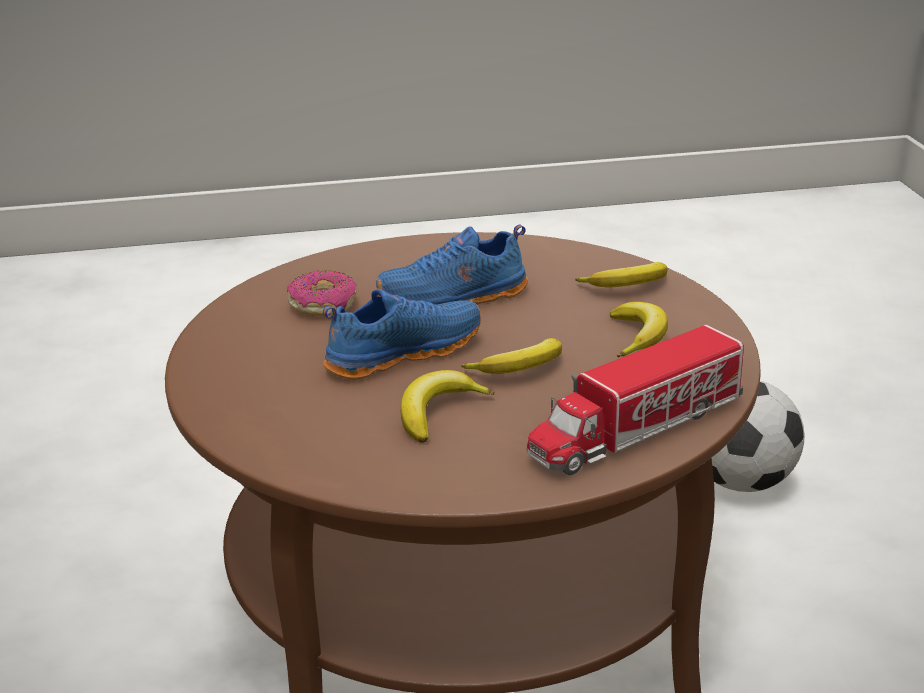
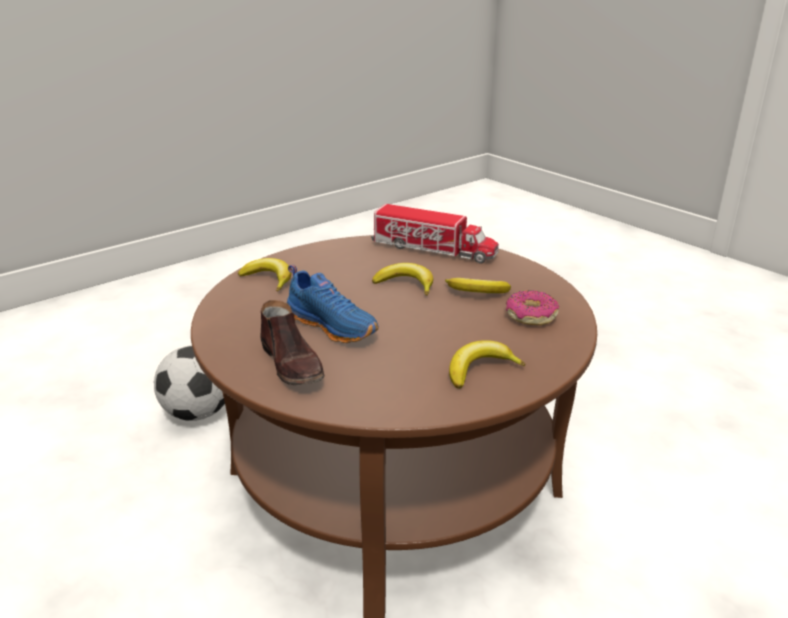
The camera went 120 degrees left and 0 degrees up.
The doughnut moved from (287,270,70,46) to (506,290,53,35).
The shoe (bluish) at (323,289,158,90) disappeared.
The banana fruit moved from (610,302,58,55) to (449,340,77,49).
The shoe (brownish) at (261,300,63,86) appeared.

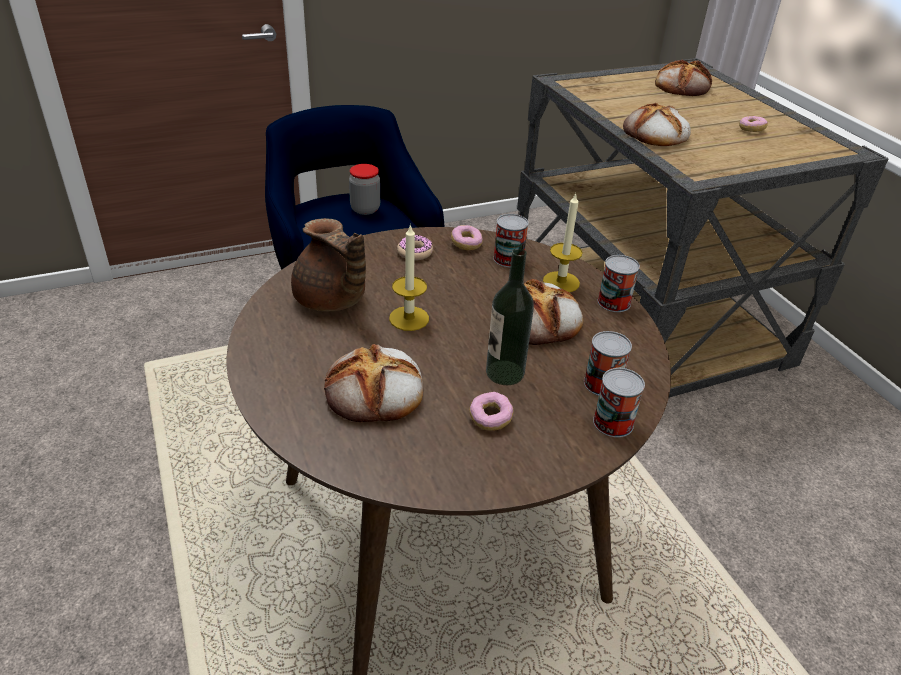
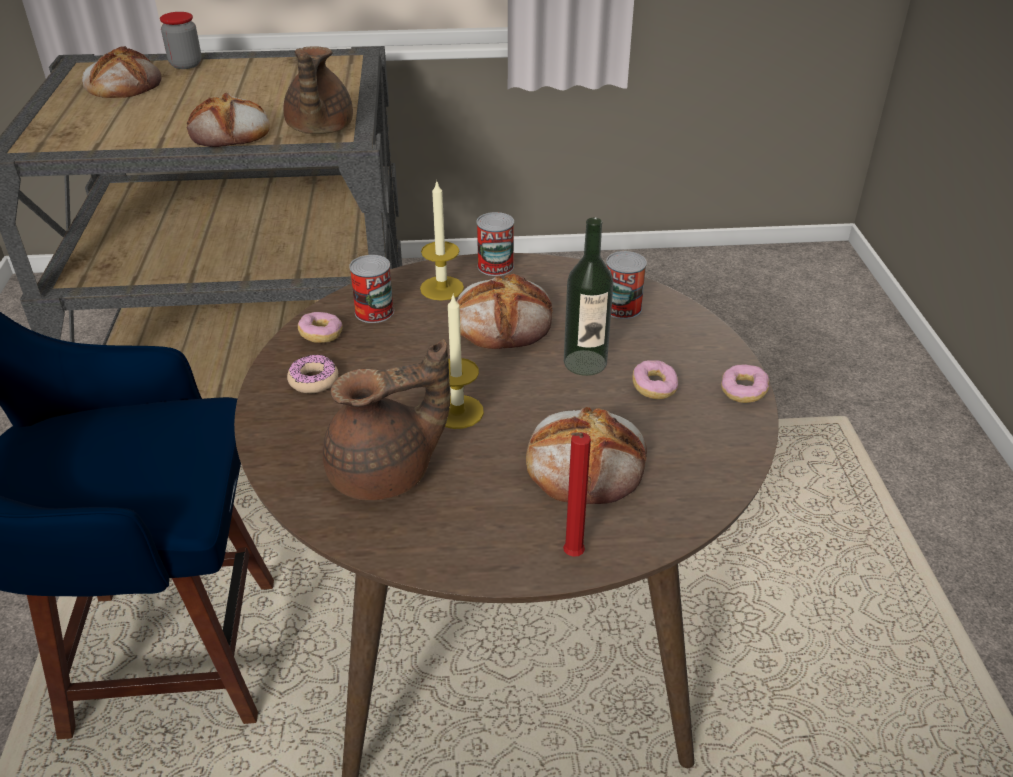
The camera went 70 degrees left and 0 degrees up.
The doughnut moved from (739,116,29,16) to (721,364,48,39).
The preserve jar moved from (349,164,31,51) to (160,12,42,57).
The metal can at (593,368,52,70) disappeared.
The tea pot (brownish) at (283,46,70,88) appeared.
The wax candle (red) at (563,432,28,125) appeared.

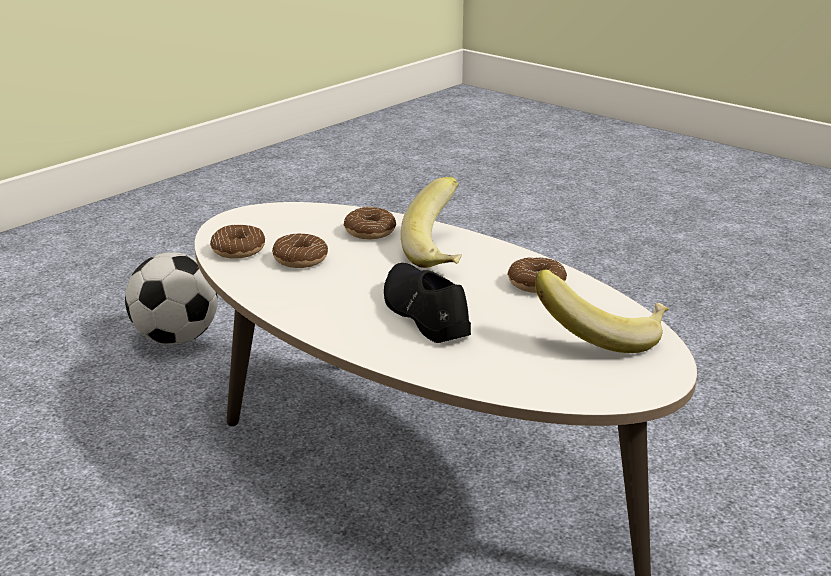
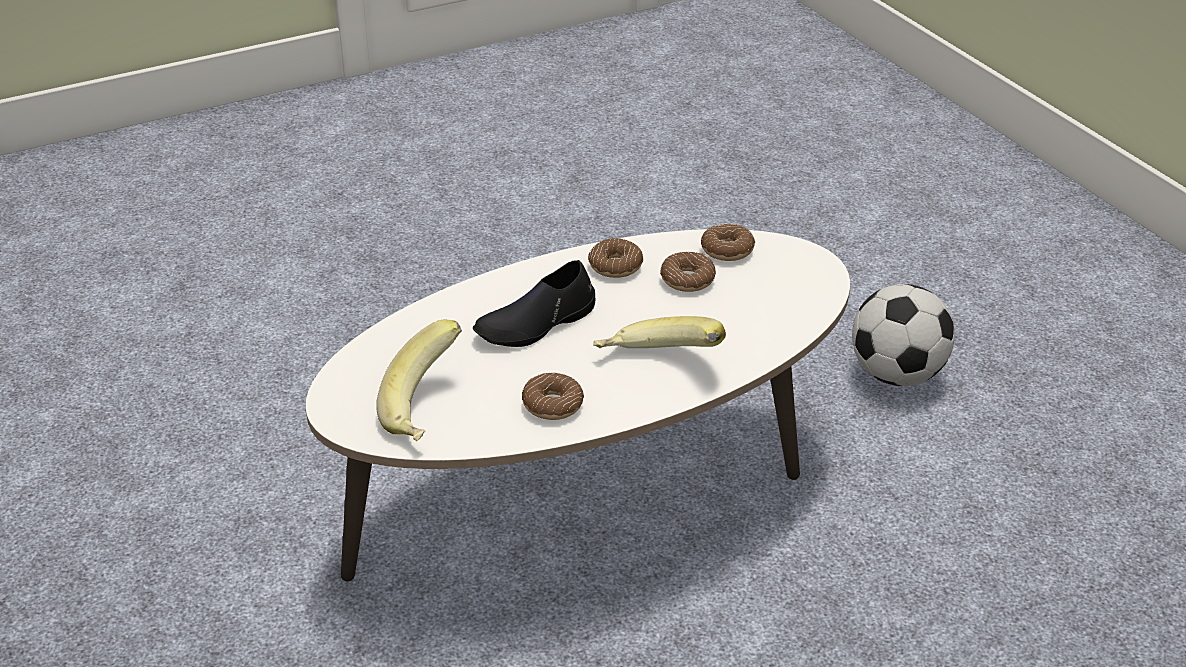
The camera went 110 degrees right and 10 degrees up.
The doughnut moved from (344,207,52,32) to (588,238,55,40).
The shoe (black-coloured) at (384,263,87,80) turned 150 degrees clockwise.

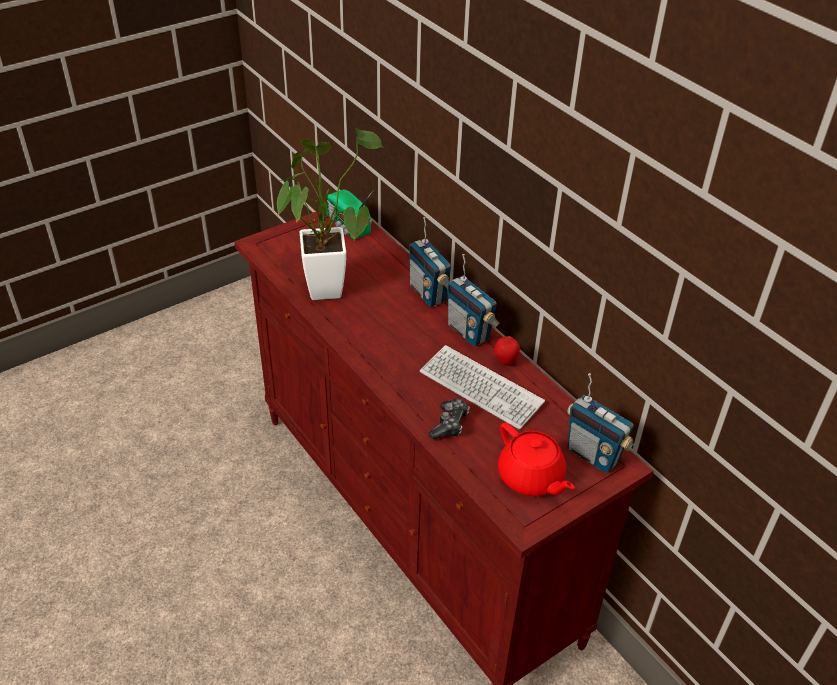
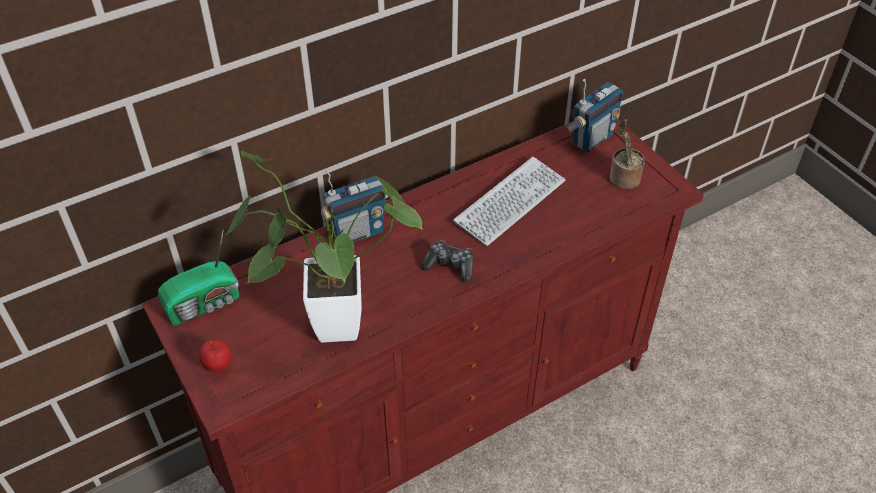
The camera went 85 degrees left and 5 degrees up.
The radio at (447,254,53,92) disappeared.
The apple fruit moved from (494,336,26,30) to (199,339,32,33).
The joypad moved from (429,398,41,41) to (421,240,52,42).
The tea pot (red) at (498,423,77,73) was replaced by the houseplant at (610,119,35,70).

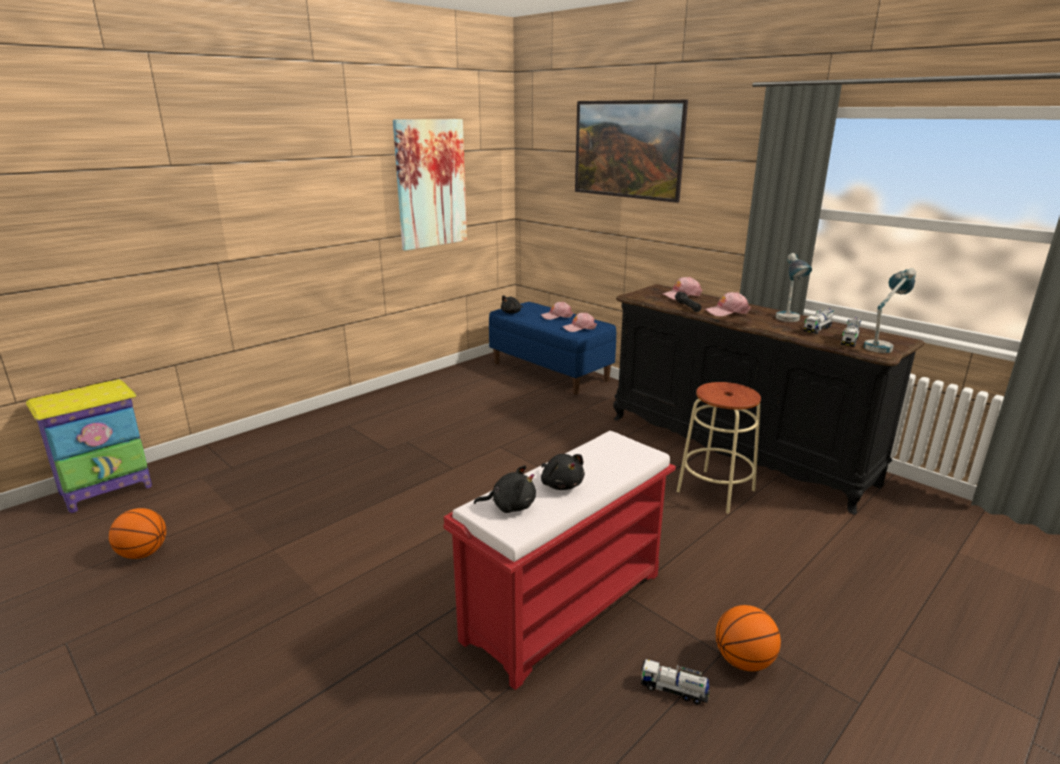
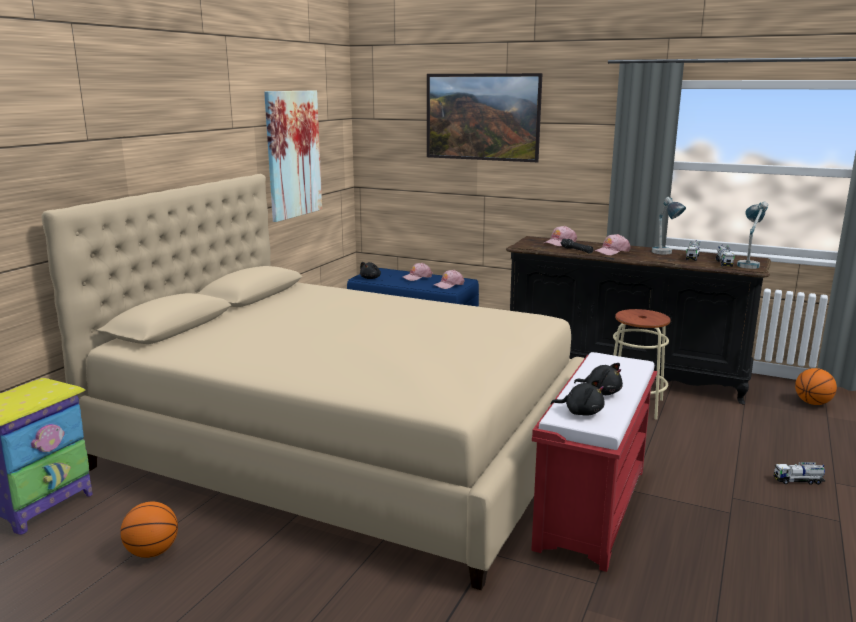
The camera went 20 degrees left and 5 degrees down.
The cuddly toy (black-coloured) at (474,465,62,48) turned 45 degrees clockwise.
The ball for basketball moved from (716,605,65,66) to (795,368,42,37).
The toy lorry moved from (641,659,69,46) to (774,462,52,23).
The bed (sand-coloured) at (42,174,543,416) appeared.

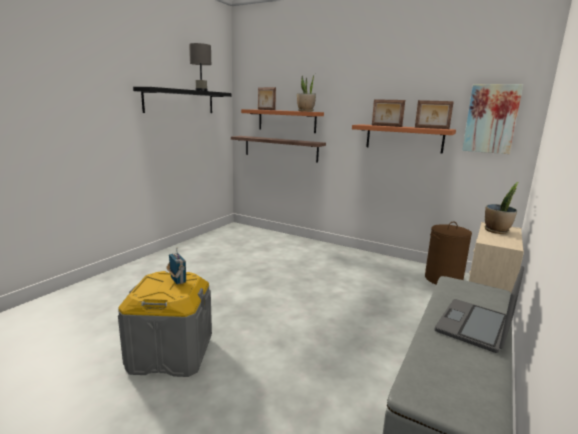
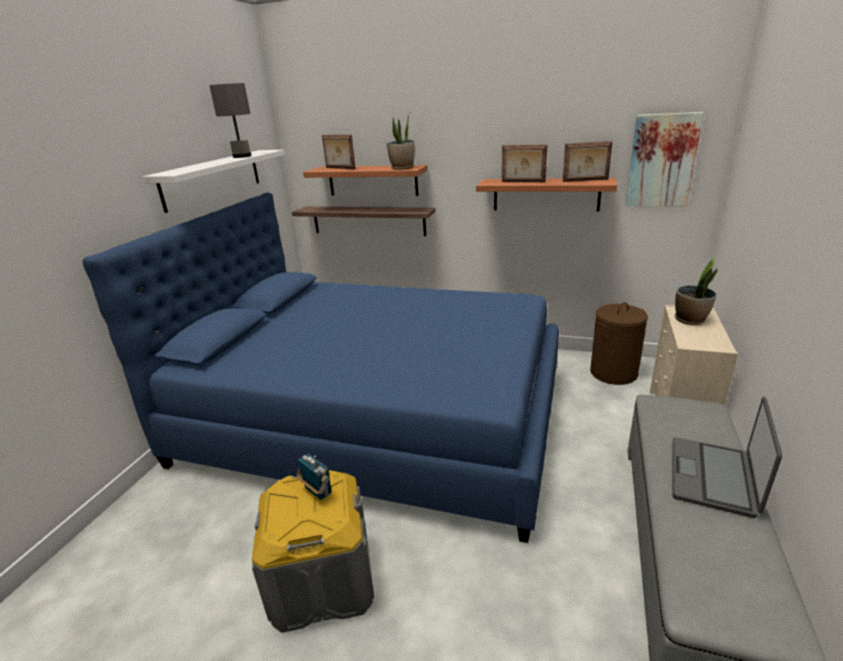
The camera went 10 degrees left and 10 degrees up.
The wall shelf (black-coloured) at (133,87,98,26) became the wall shelf (white-coloured) at (142,149,143,64).
The bed (bluish) at (82,193,477,350) appeared.

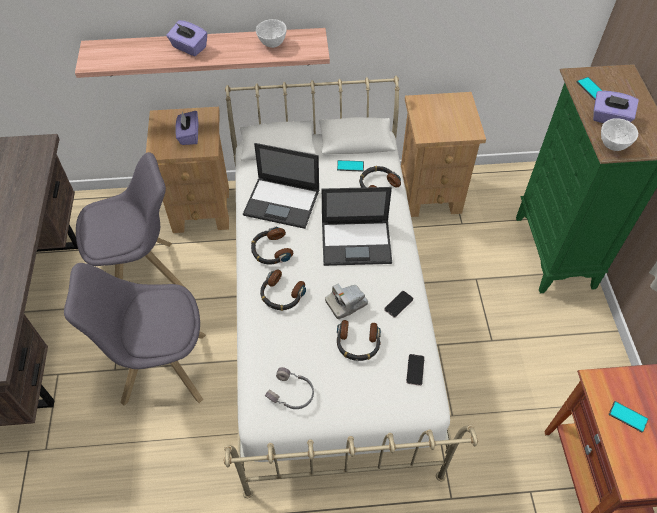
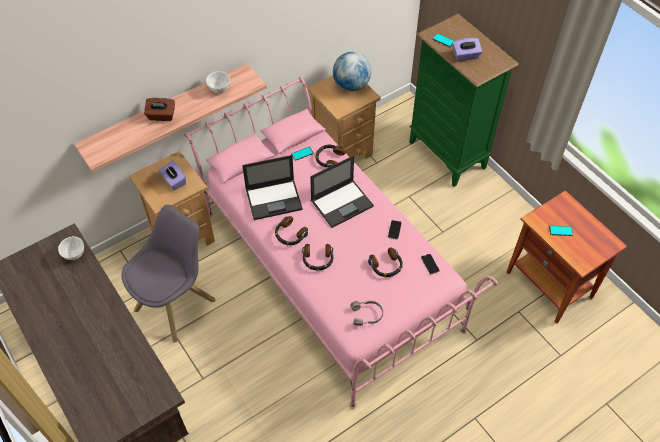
The camera went 30 degrees left and 0 degrees up.
The tissue holder (purplish) at (167,20,40,36) became the tissue holder (brownish) at (144,98,31,23).
The bed (white-coloured) at (224,75,255,423) became the bed (pink) at (184,77,314,332).
The serving bowl (white-coloured) moved from (601,118,37,33) to (58,236,26,24).
The upright chair (grey) at (64,263,142,143) disappeared.
The still camera at (325,283,43,36) disappeared.
The world globe at (333,52,38,39) appeared.

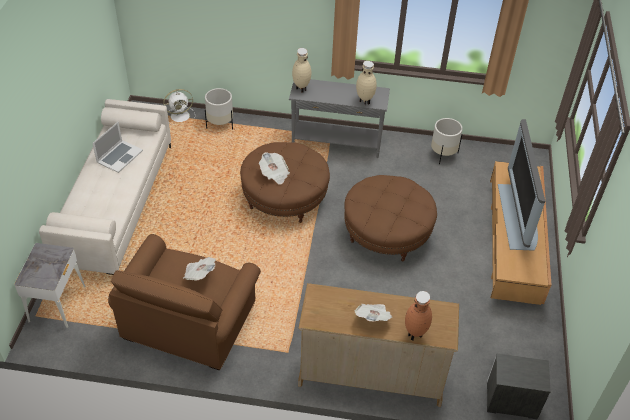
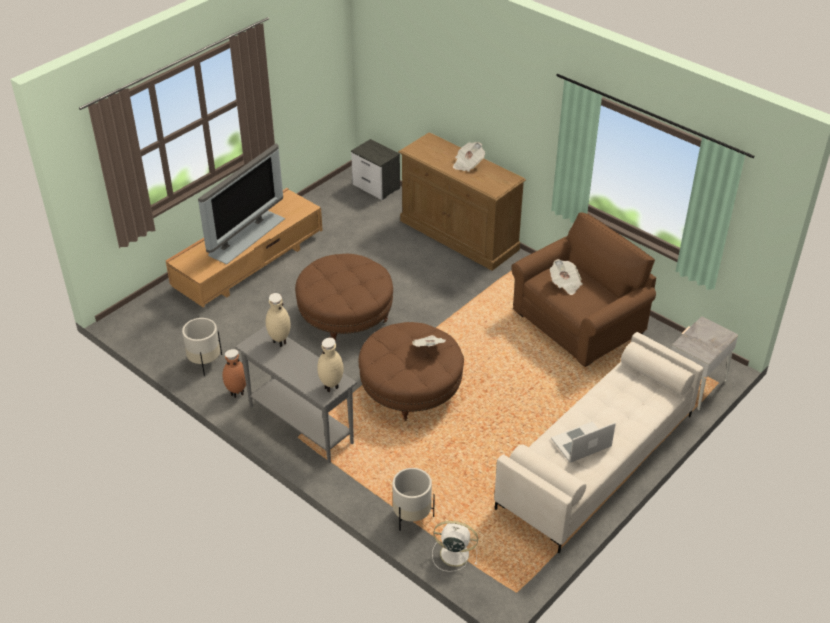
The camera went 145 degrees left and 5 degrees down.
The decorative vase (brownish) moved from (405,291,27,49) to (222,349,24,49).

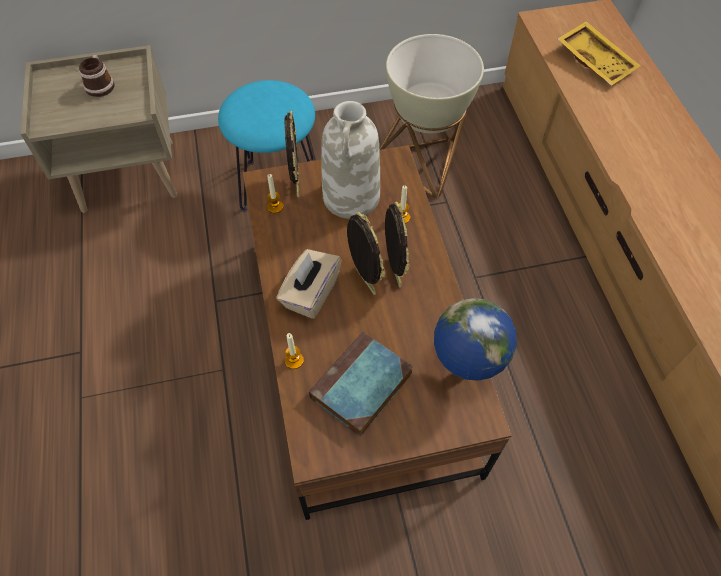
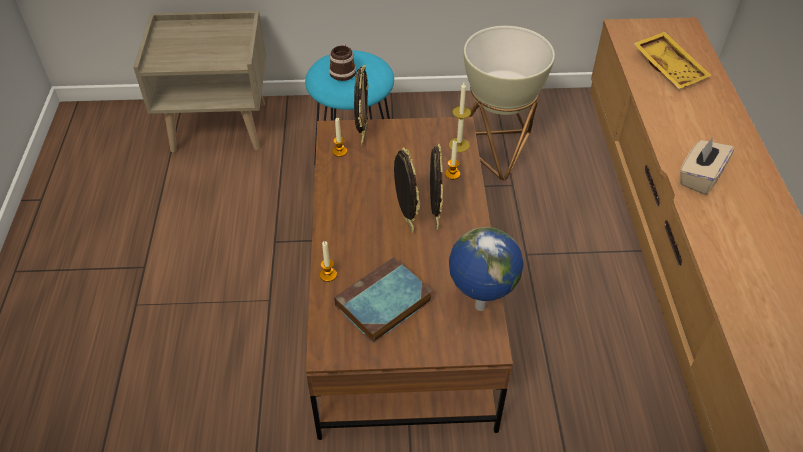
The camera went 10 degrees right and 10 degrees down.
The coffee mug moved from (79,55,36,42) to (329,44,27,37).
The decorative vase (white-coloured) at (322,101,58,118) disappeared.
The tissue holder (sand-coloured) moved from (276,249,66,70) to (680,137,54,58).
The wax candle at (449,83,22,69) appeared.

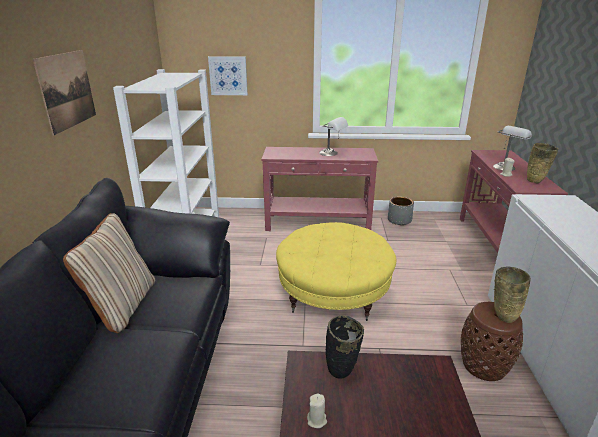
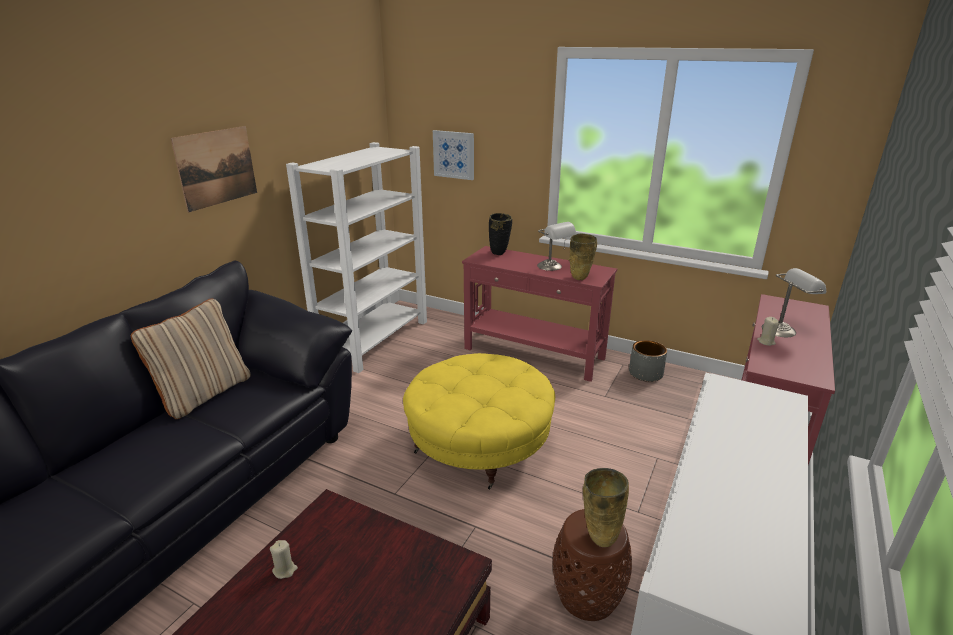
The camera went 25 degrees right and 0 degrees up.
The decorative vase (sand-coloured) moved from (527,143,31,40) to (569,234,28,46).
The decorative vase (black-coloured) moved from (326,315,38,64) to (489,213,23,42).

